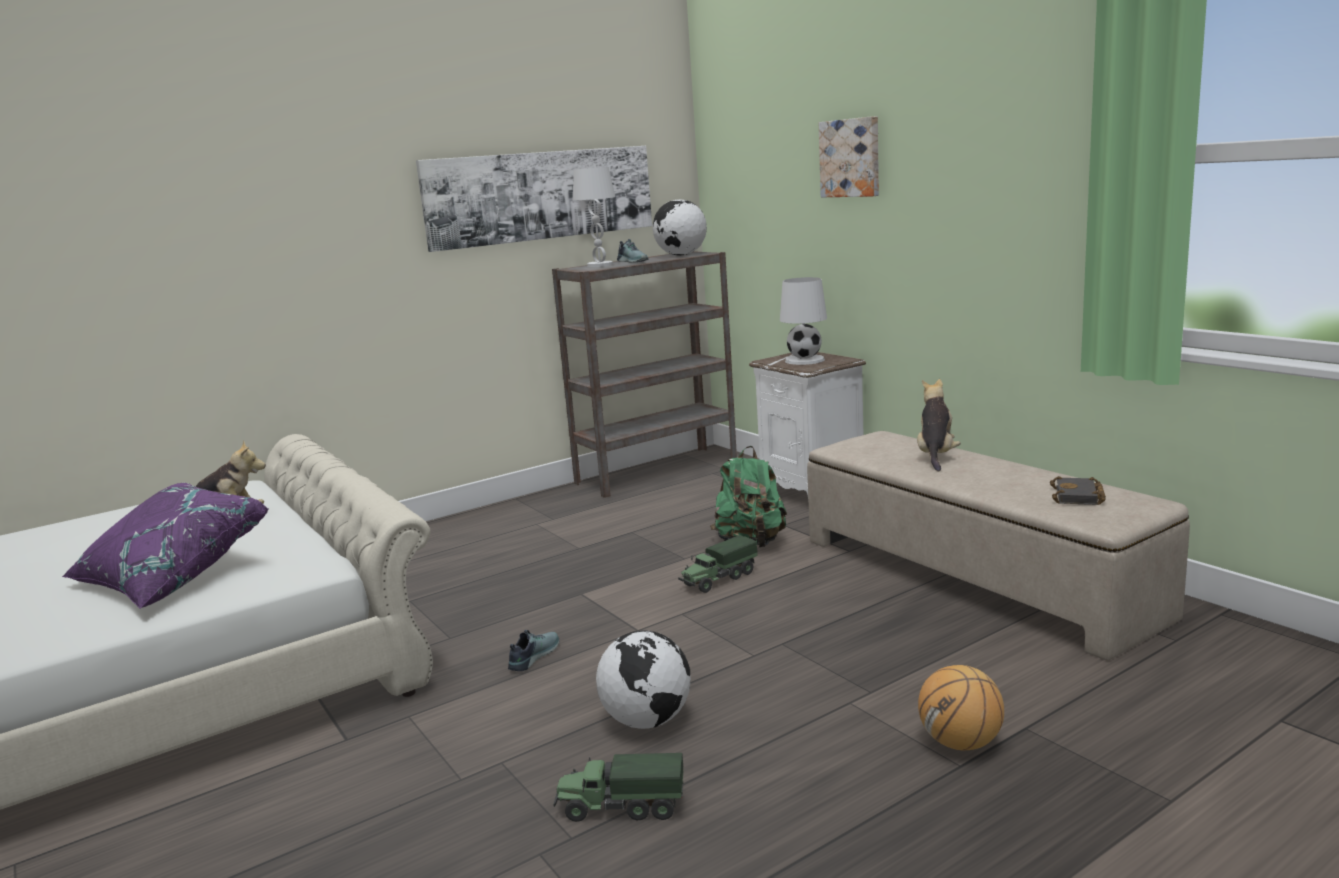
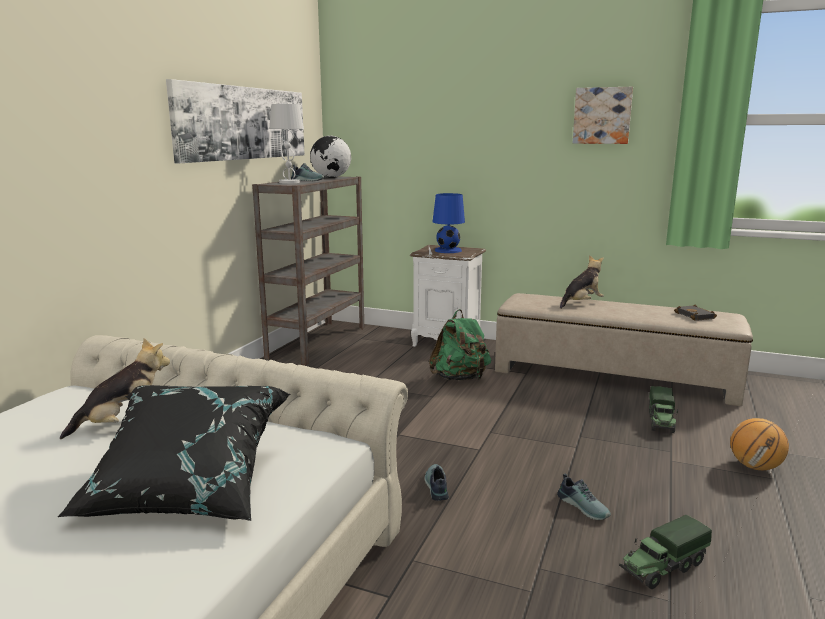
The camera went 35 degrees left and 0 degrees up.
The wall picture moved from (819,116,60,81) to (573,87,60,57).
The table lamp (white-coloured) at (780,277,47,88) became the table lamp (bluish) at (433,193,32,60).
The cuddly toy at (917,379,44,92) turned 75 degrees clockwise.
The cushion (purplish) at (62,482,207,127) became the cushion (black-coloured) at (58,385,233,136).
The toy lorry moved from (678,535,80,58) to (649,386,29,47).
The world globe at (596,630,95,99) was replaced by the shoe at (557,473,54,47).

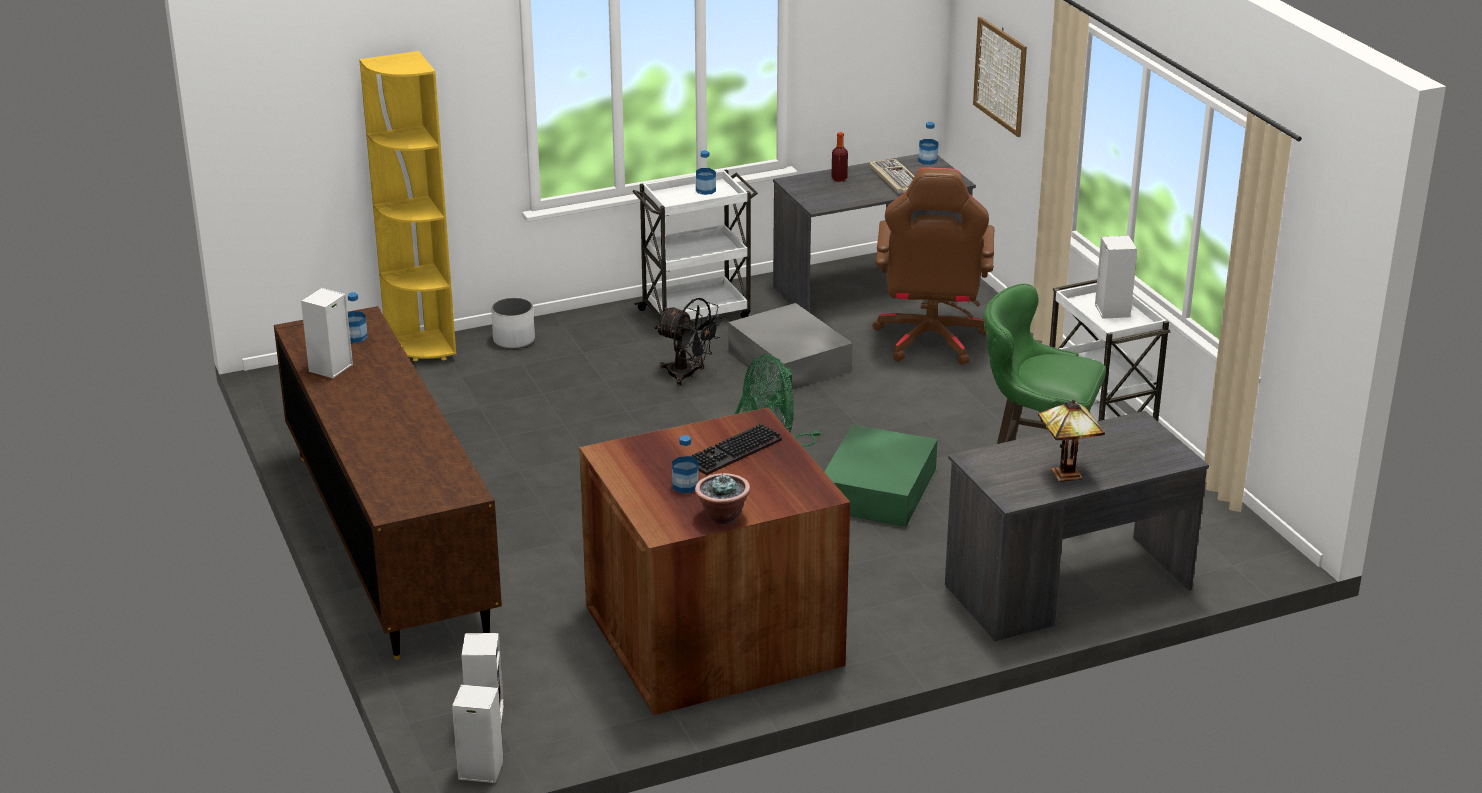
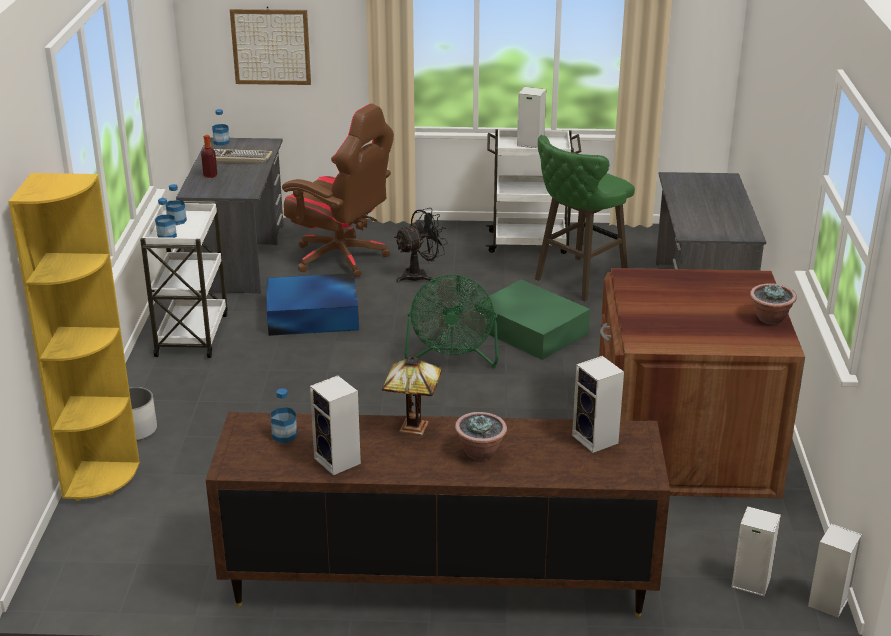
The camera went 65 degrees left and 0 degrees up.
The cooling fan (black-coloured) moved from (656,298,66,88) to (394,208,54,75).
The storage container (grey) at (728,303,125,88) became the storage container (bluish) at (267,273,92,63).
The table lamp moved from (1038,400,67,82) to (382,356,60,79).
The keyboard at (690,424,92,51) disappeared.
The beverage bottle moved from (672,435,27,58) to (155,198,22,40).
The audio speaker at (572,356,52,97) appeared.
The houseplant at (455,412,52,48) appeared.

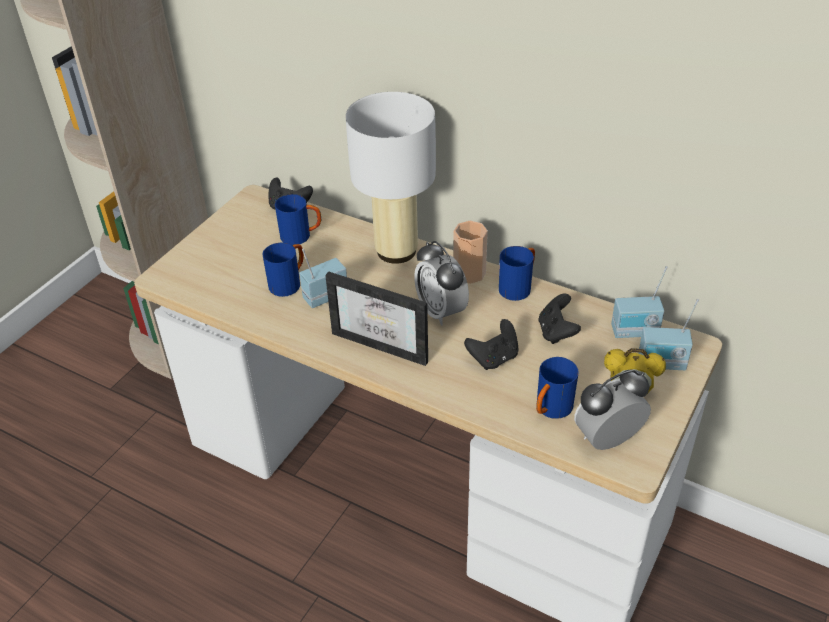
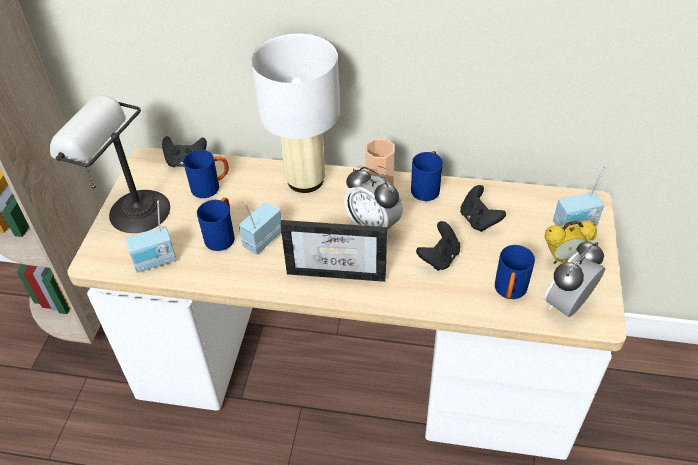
The camera went 20 degrees left and 5 degrees up.
The radio moved from (611,266,57,72) to (125,200,52,73).
The table lamp at (50,95,120,138) appeared.

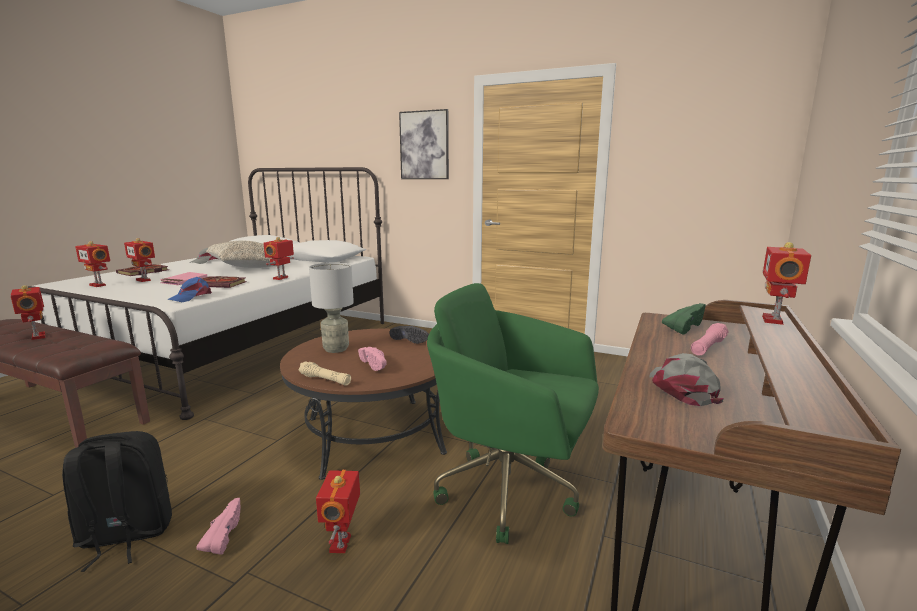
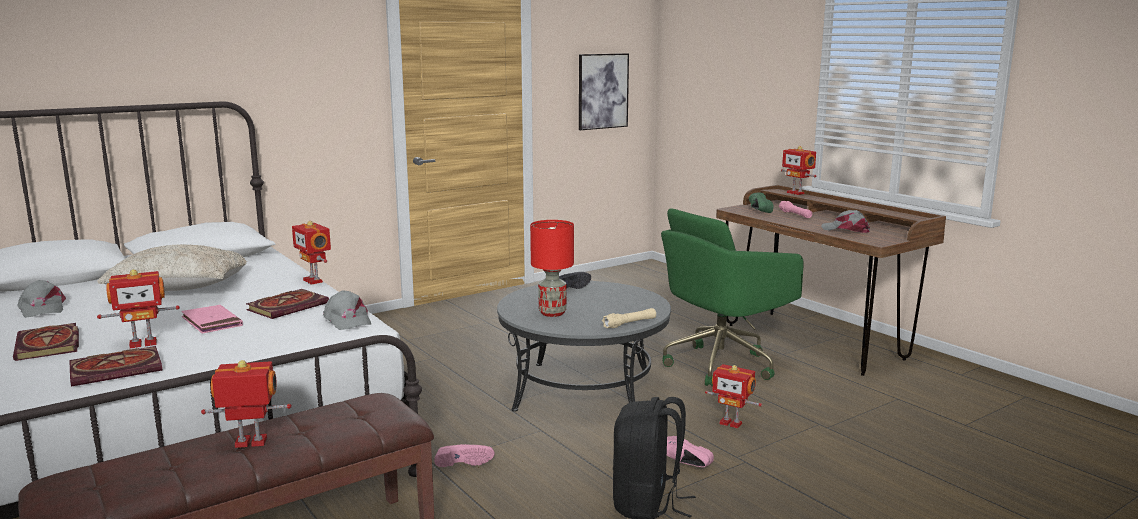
The camera went 60 degrees left and 0 degrees up.
The wall picture moved from (399,109,50,70) to (579,53,50,77).
The robot figure at (75,241,35,46) was replaced by the volume at (69,346,93,41).
The table lamp (grey) at (309,262,45,91) became the table lamp (red) at (530,220,44,97).
The cap (bluish) at (167,277,45,25) became the cap (grey) at (323,290,48,40).
The coffee table (brownish) at (280,329,167,151) became the coffee table (grey) at (497,281,174,131).
The shoe (pink) moved from (358,347,29,24) to (434,444,61,23).

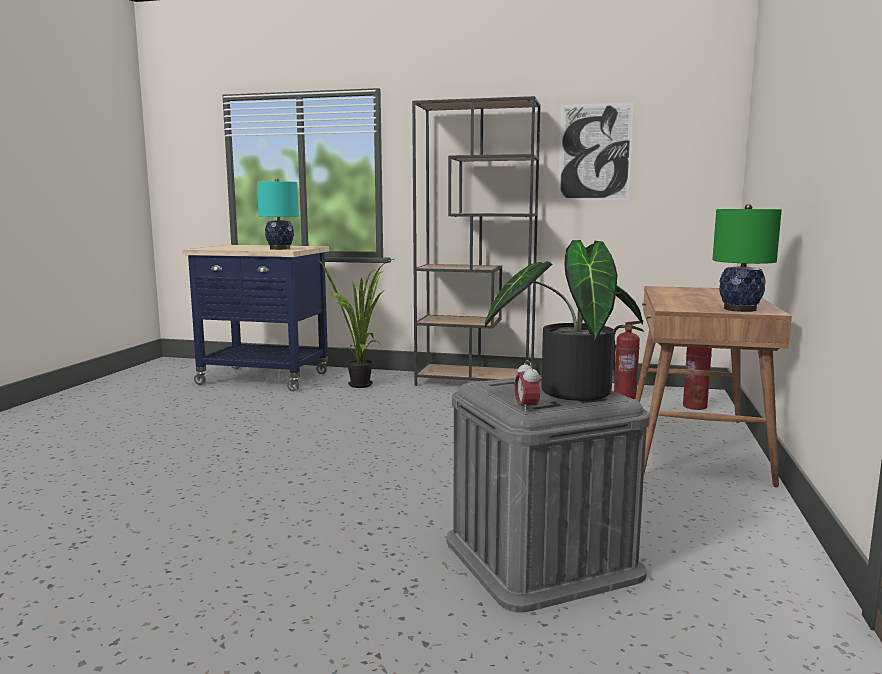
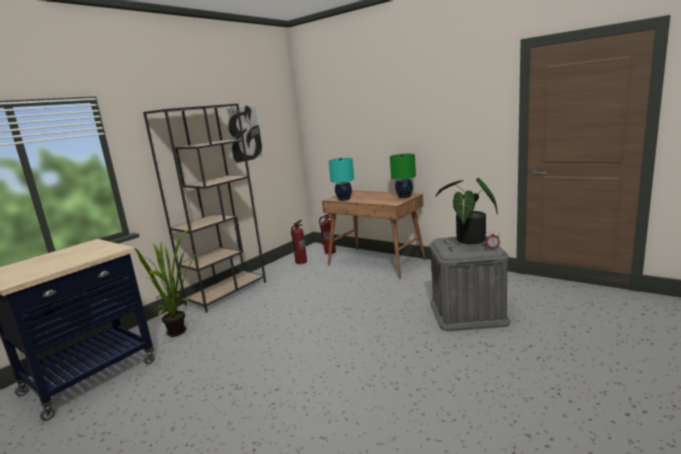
The camera went 65 degrees left and 5 degrees up.
The table lamp (blue-green) moved from (257,179,42,71) to (329,158,25,43).

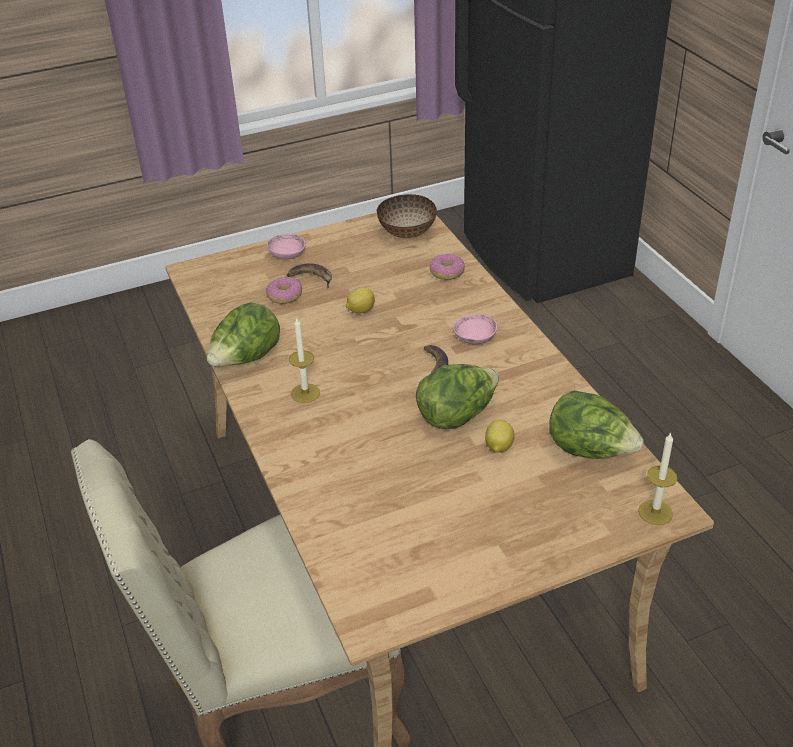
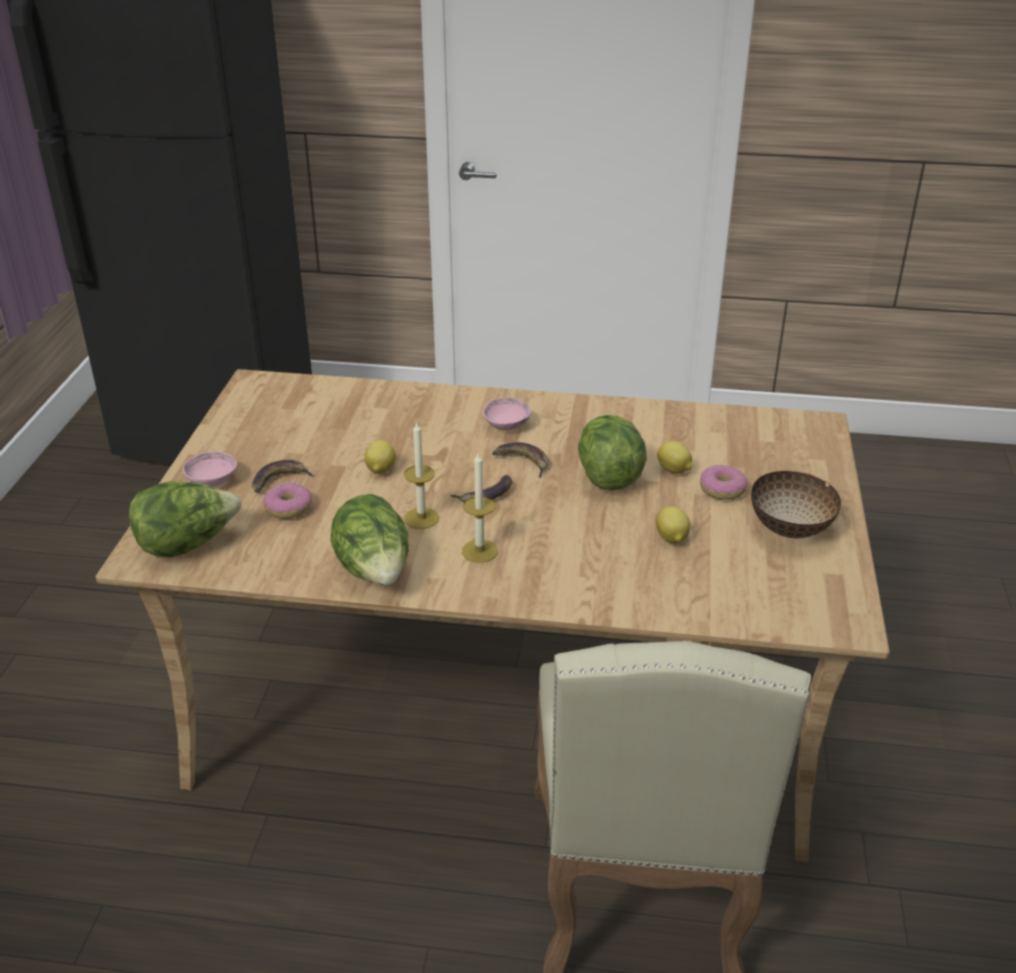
The camera went 60 degrees left and 5 degrees down.
The serving bowl moved from (377,194,60,44) to (751,471,90,67).
The doughnut moved from (430,254,35,26) to (700,465,48,35).
The head of lettuce moved from (549,390,95,69) to (129,481,112,76).
The wax candle moved from (638,432,40,93) to (404,421,35,108).
The banana fruit at (450,475,62,27) appeared.
The lemon at (656,507,34,36) appeared.

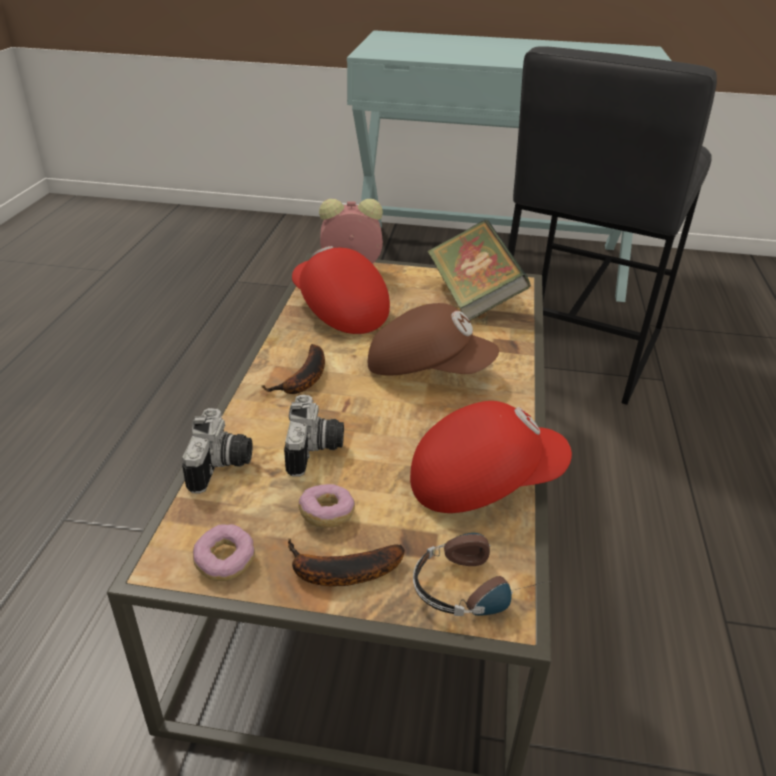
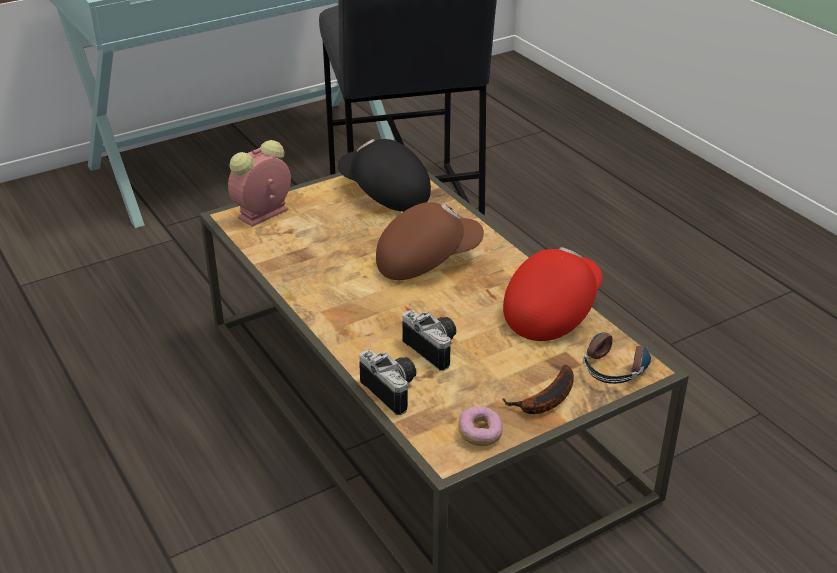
The camera went 40 degrees left and 0 degrees up.
The volume at (427,220,104,101) was replaced by the cap (black-coloured) at (338,139,93,73).
The cap (red) at (292,246,98,88) disappeared.
The banana fruit at (261,344,64,50) disappeared.
The doughnut at (298,484,57,44) disappeared.

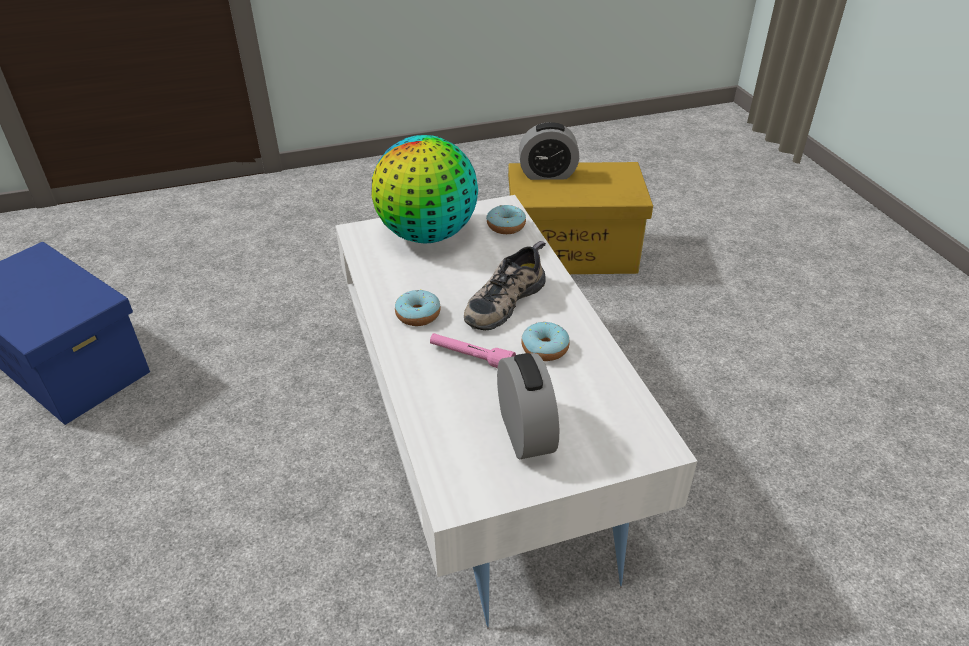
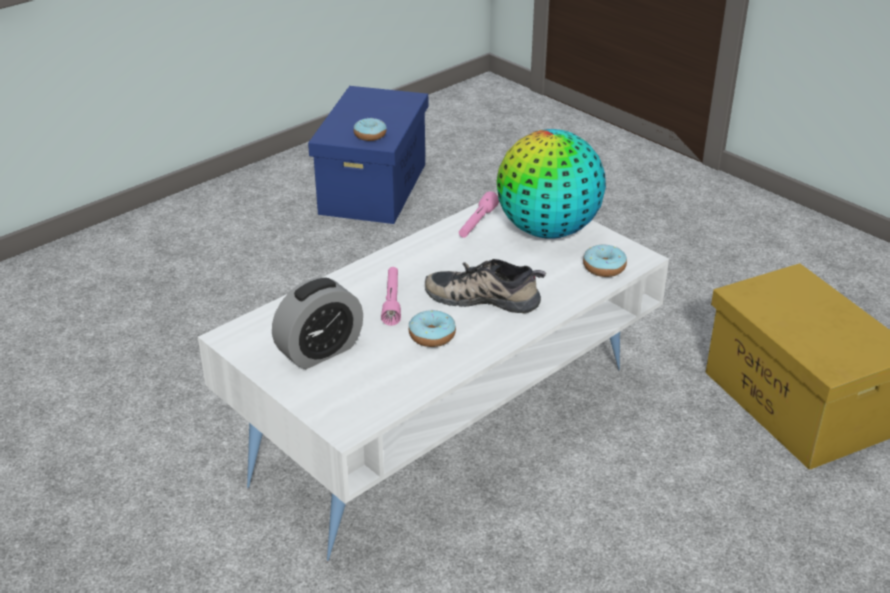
The camera went 65 degrees right and 5 degrees down.
The table clock at (519,122,60,58) disappeared.
The doughnut moved from (395,289,46,37) to (354,118,33,23).
The flashlight (pink) at (459,191,40,47) appeared.

